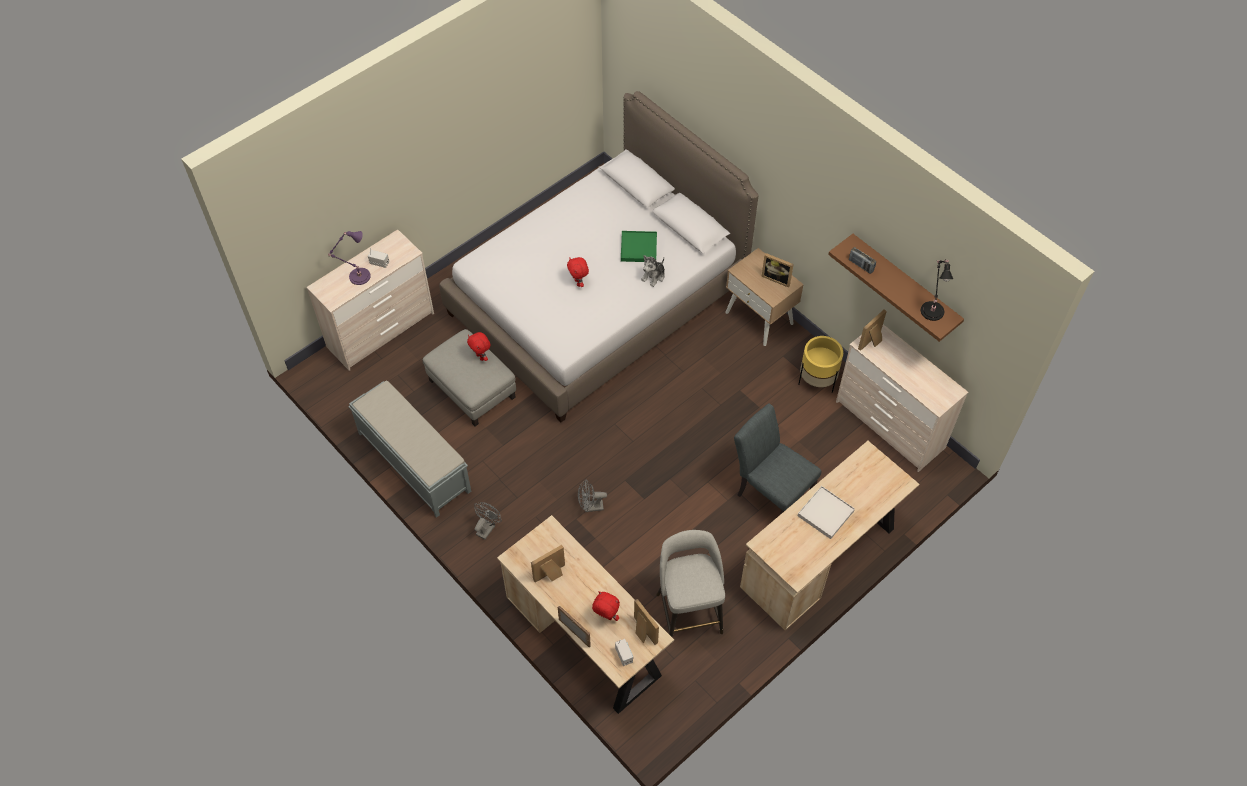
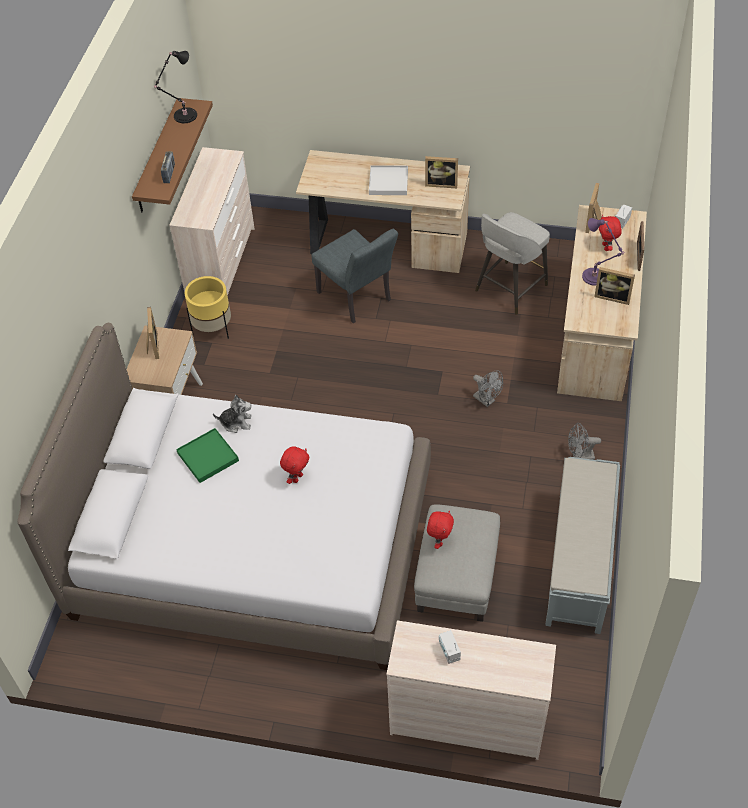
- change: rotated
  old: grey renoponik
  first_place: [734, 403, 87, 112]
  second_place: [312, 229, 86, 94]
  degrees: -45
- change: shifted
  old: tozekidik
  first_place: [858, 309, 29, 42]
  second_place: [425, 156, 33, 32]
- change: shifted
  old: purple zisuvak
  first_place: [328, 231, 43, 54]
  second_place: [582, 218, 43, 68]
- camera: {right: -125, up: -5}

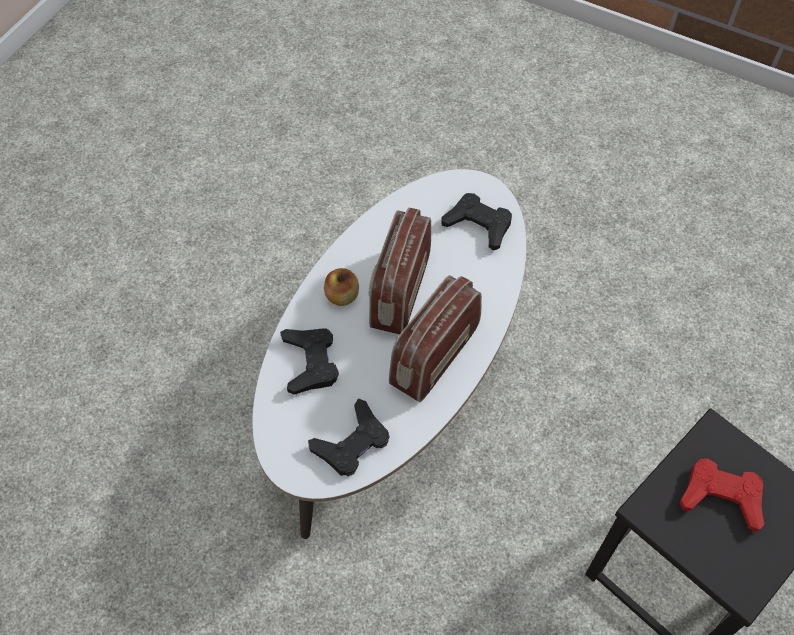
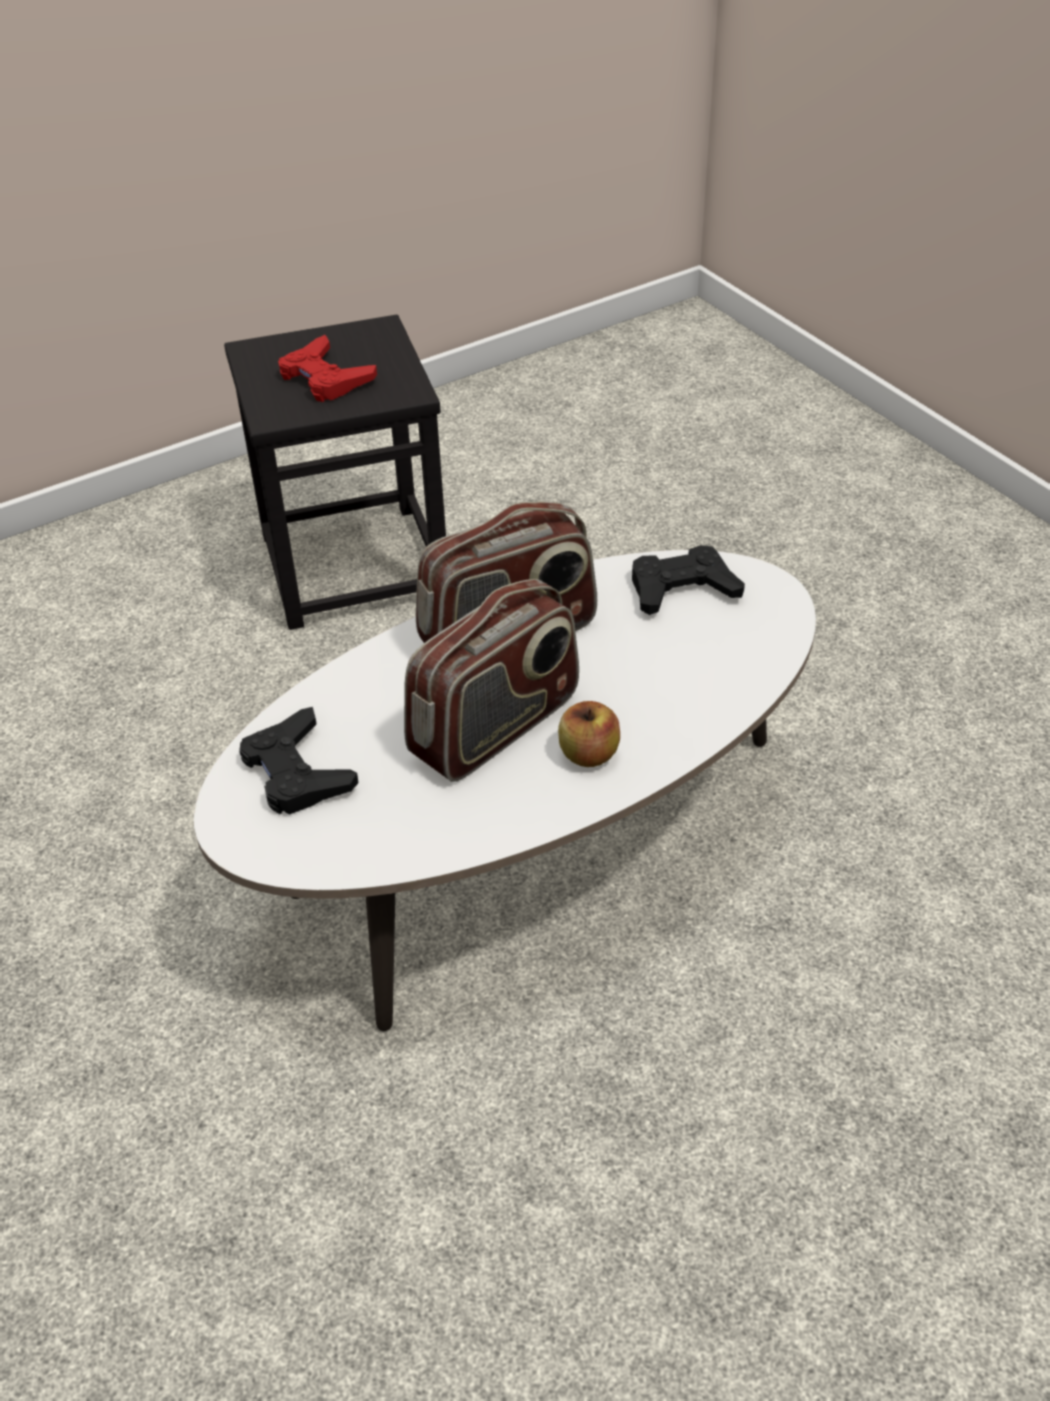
- change: gone
  old: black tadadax
  first_place: [280, 328, 59, 67]
- camera: {right: -150, up: -15}

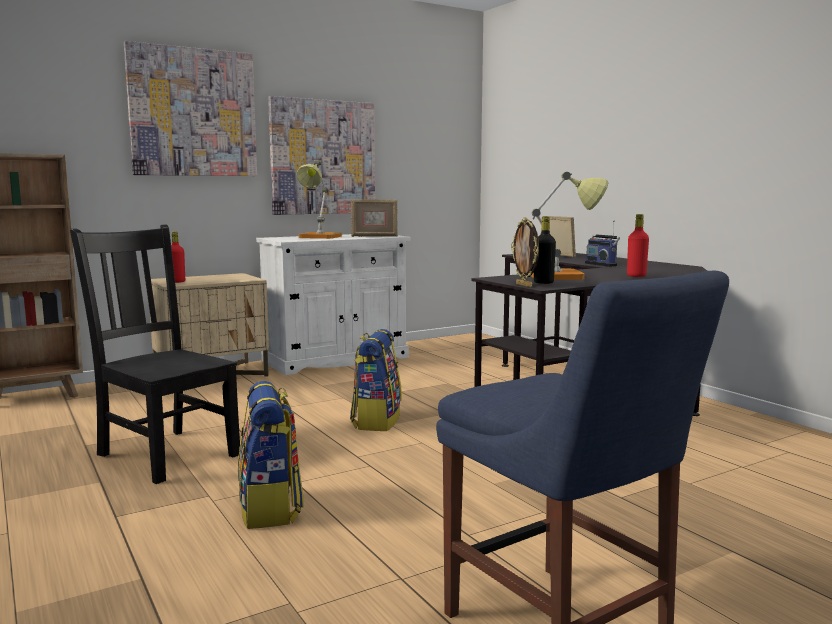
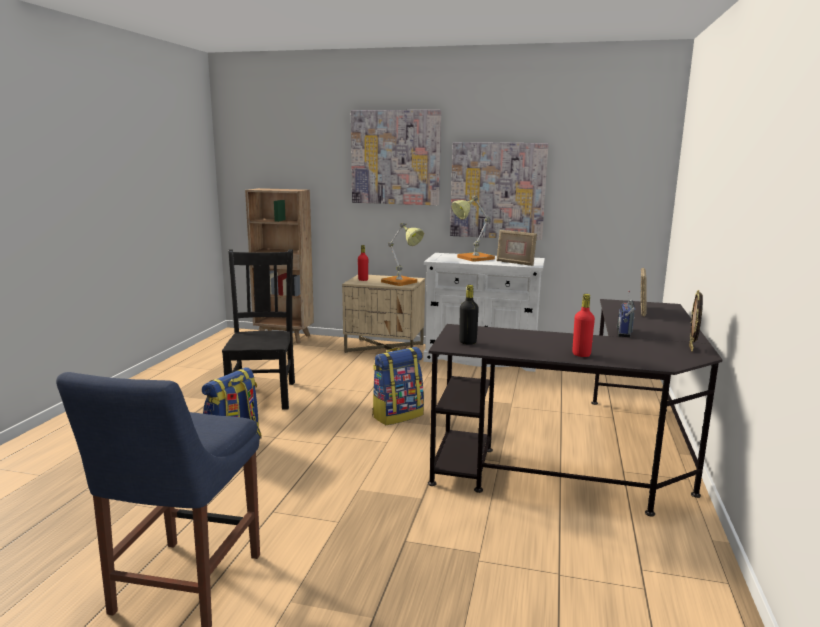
- change: shifted
  old: zisuvak
  first_place: [531, 172, 78, 108]
  second_place: [381, 223, 43, 63]
- change: shifted
  old: tozekidik
  first_place: [511, 217, 28, 70]
  second_place: [689, 290, 14, 62]
- camera: {right: 45, up: 5}

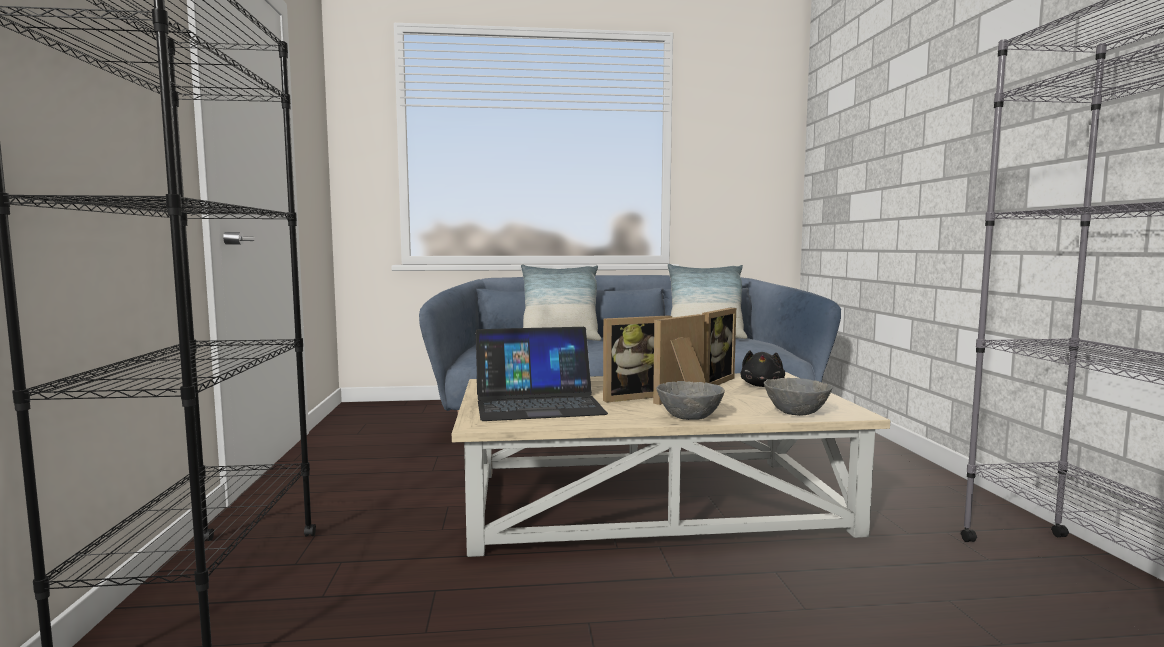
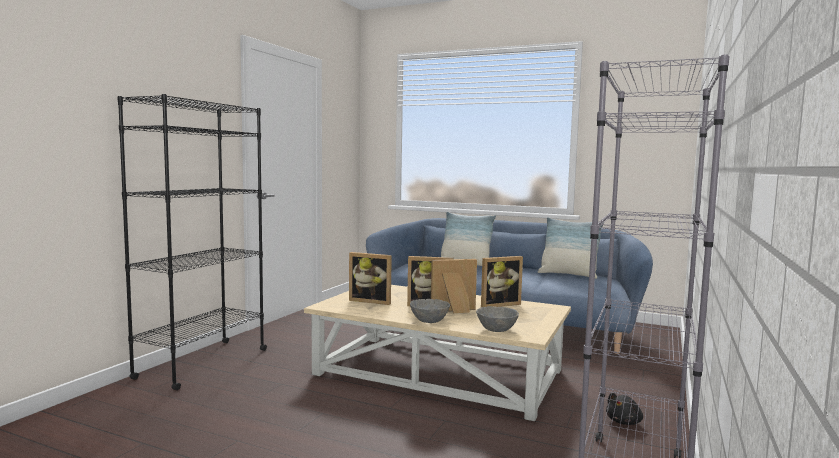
- change: swapped
  old: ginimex
  new: tozekidik
  first_place: [476, 327, 132, 94]
  second_place: [349, 252, 43, 53]
- change: shifted
  old: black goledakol
  first_place: [740, 350, 45, 37]
  second_place: [606, 393, 37, 32]
- camera: {right: 30, up: 0}

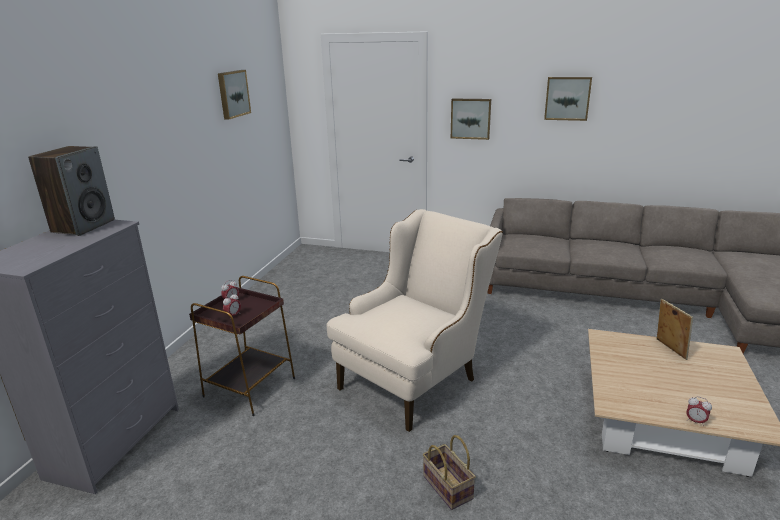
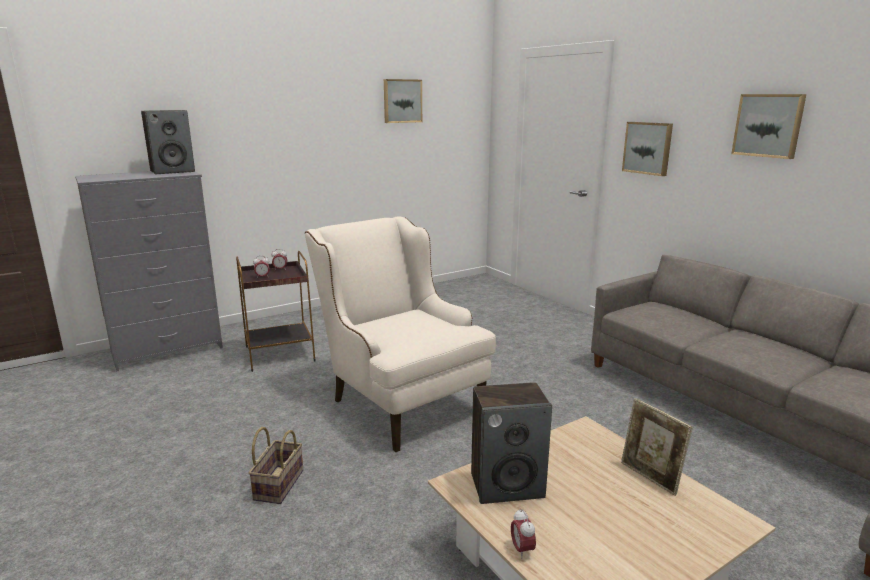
- change: rotated
  old: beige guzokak
  first_place: [327, 209, 176, 223]
  second_place: [305, 217, 191, 235]
  degrees: -120
- change: new
  new: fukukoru
  second_place: [471, 382, 81, 122]
- change: rotated
  old: tozekidik
  first_place: [657, 299, 36, 61]
  second_place: [621, 398, 72, 98]
  degrees: 120
- camera: {right: 40, up: -5}

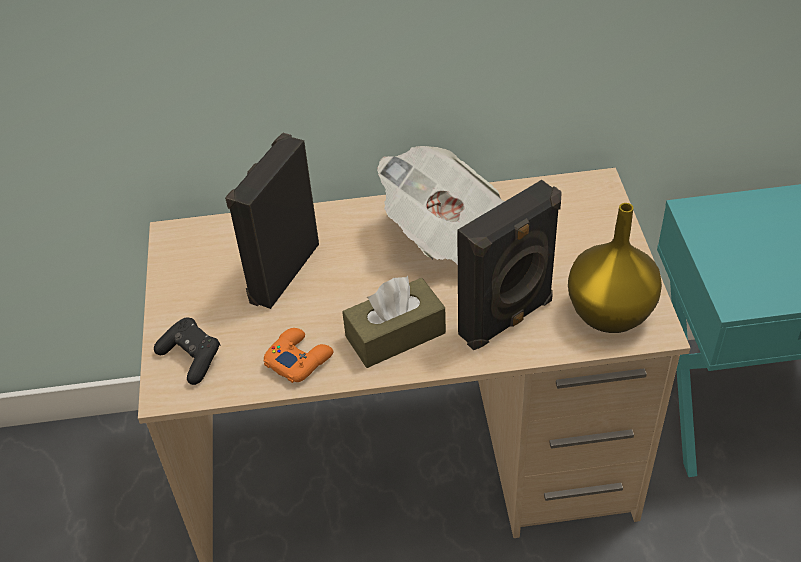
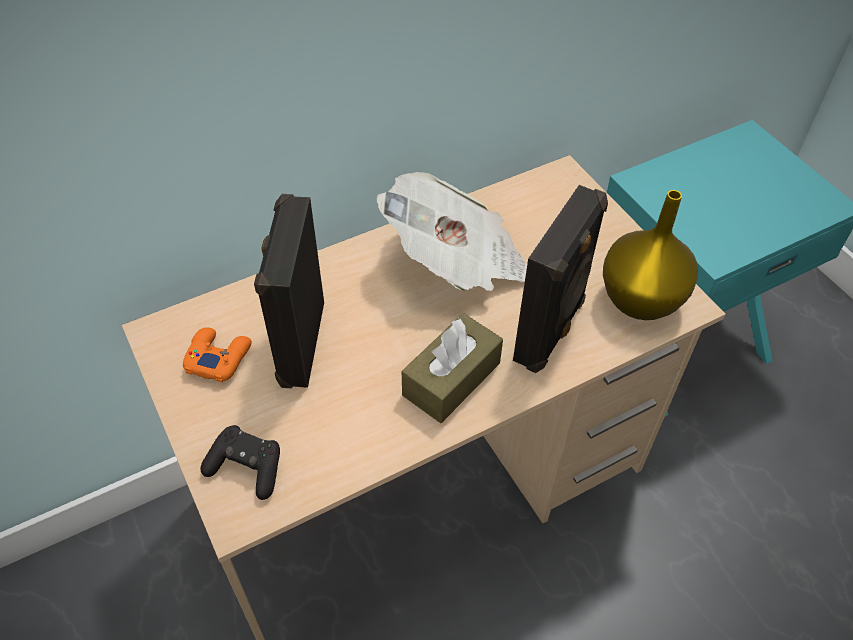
- change: shifted
  old: orange tadadax
  first_place: [264, 328, 70, 55]
  second_place: [183, 328, 69, 54]
- camera: {right: -25, up: 5}

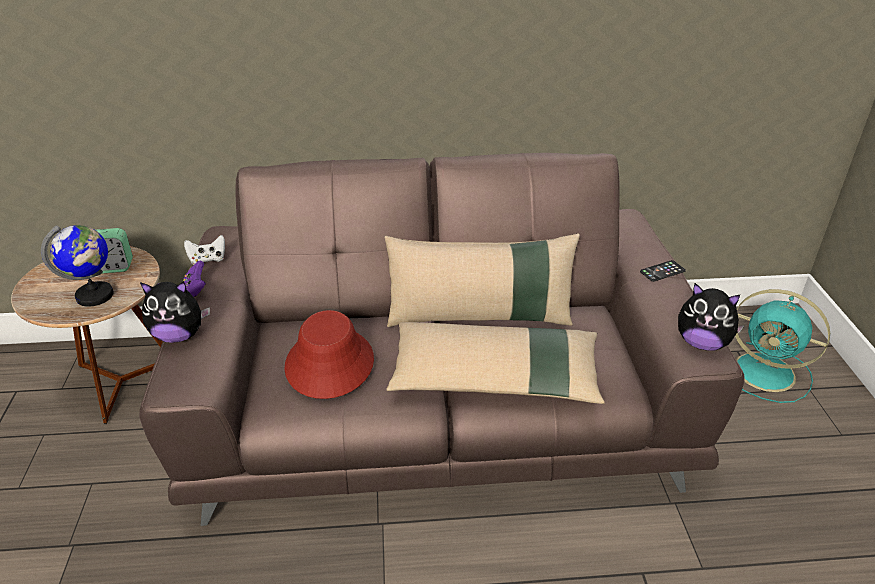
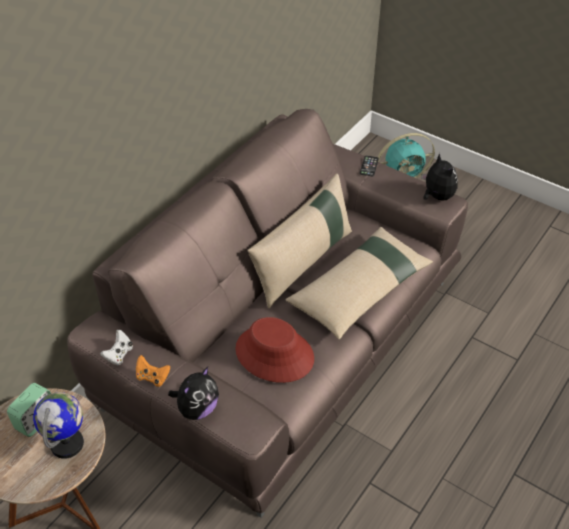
- change: repainted
  old: purple tadadax
  new: orange tadadax
  first_place: [183, 260, 23, 37]
  second_place: [136, 355, 35, 32]
- change: rotated
  old: goledakol
  first_place: [678, 283, 66, 68]
  second_place: [421, 153, 37, 48]
  degrees: -90
- camera: {right: -50, up: 10}

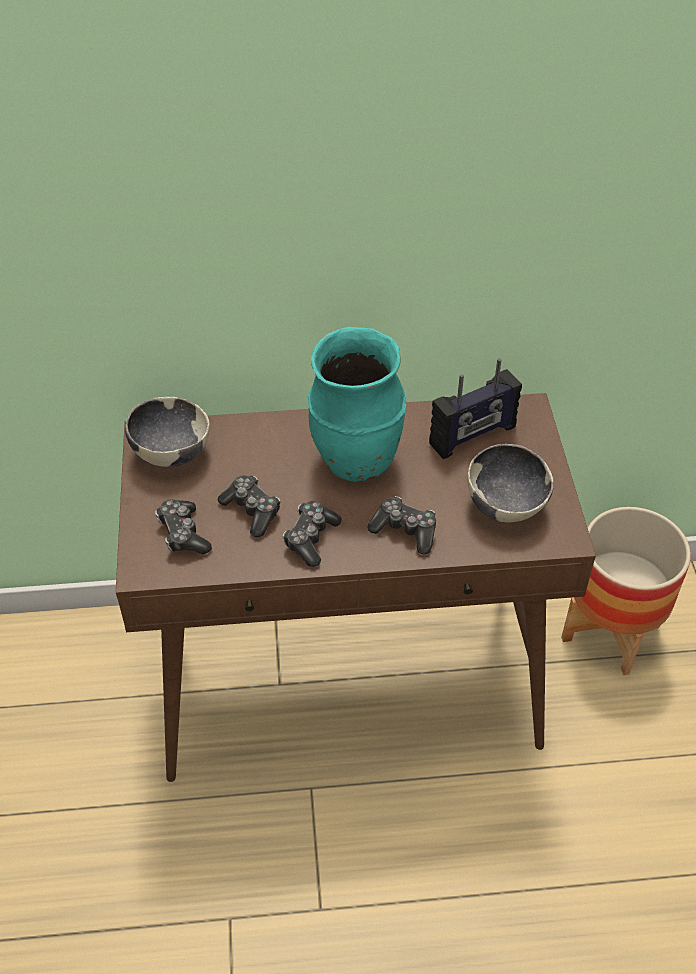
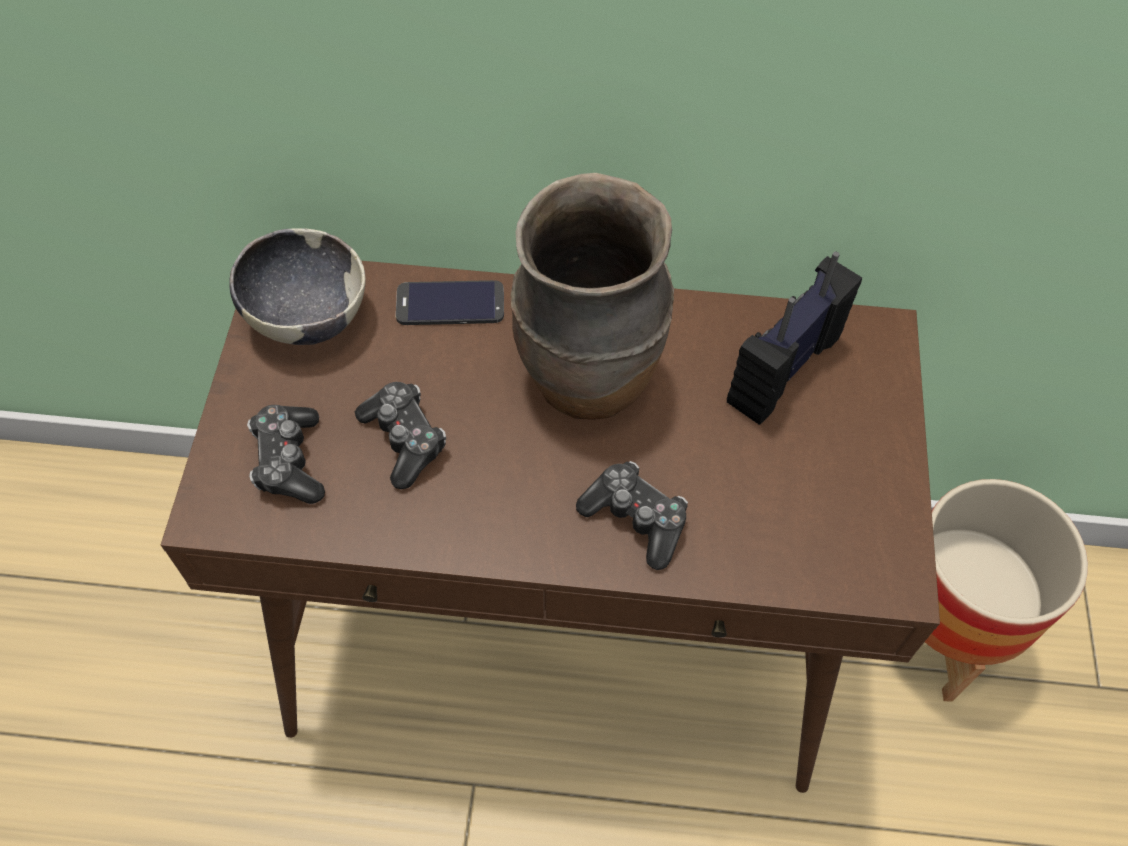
- change: new
  new: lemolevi
  second_place: [396, 280, 108, 45]
- change: repainted
  old: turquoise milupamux
  new: brown milupamux
  first_place: [308, 327, 98, 155]
  second_place: [510, 173, 164, 247]
- change: rotated
  old: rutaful
  first_place: [429, 358, 93, 101]
  second_place: [727, 251, 135, 174]
  degrees: 150
- change: gone
  old: tadadax
  first_place: [283, 501, 59, 66]
- change: gone
  old: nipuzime
  first_place: [467, 444, 87, 78]
- camera: {right: 10, up: 10}

